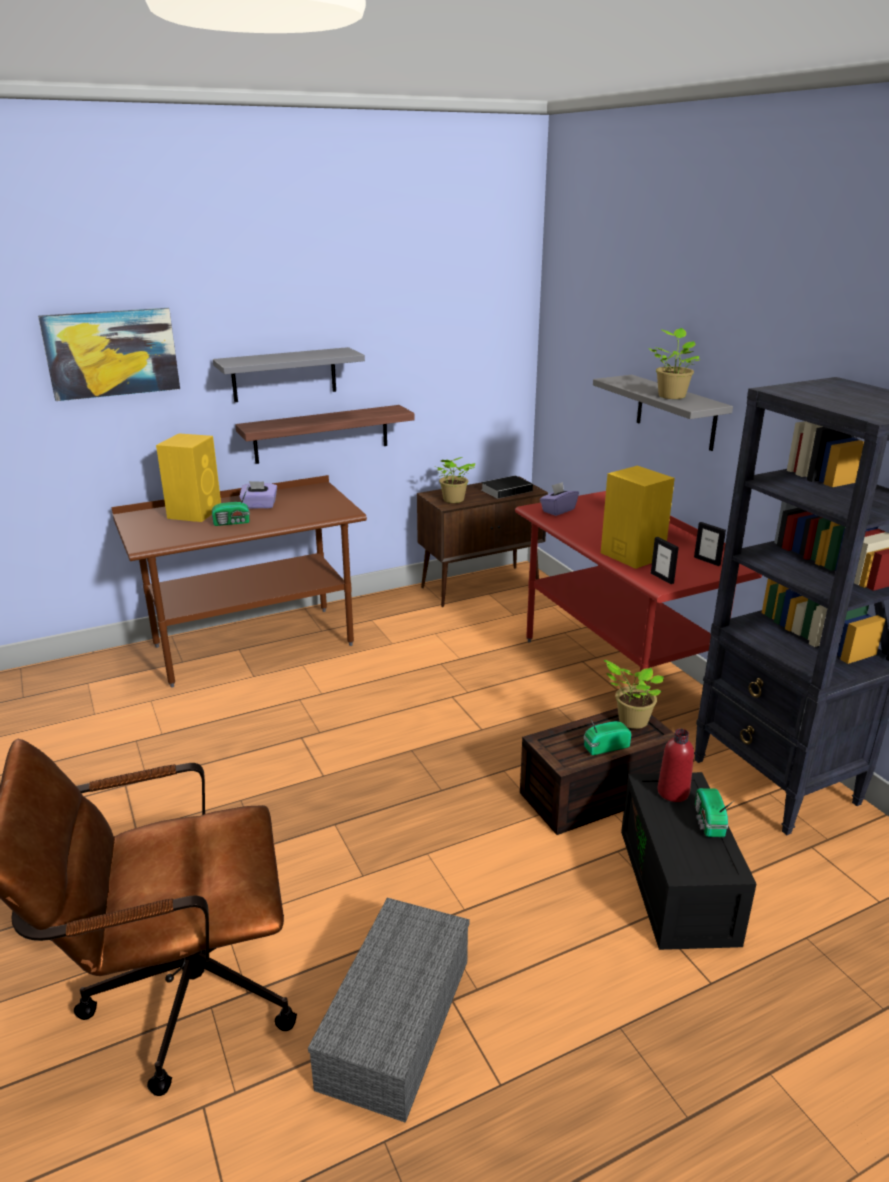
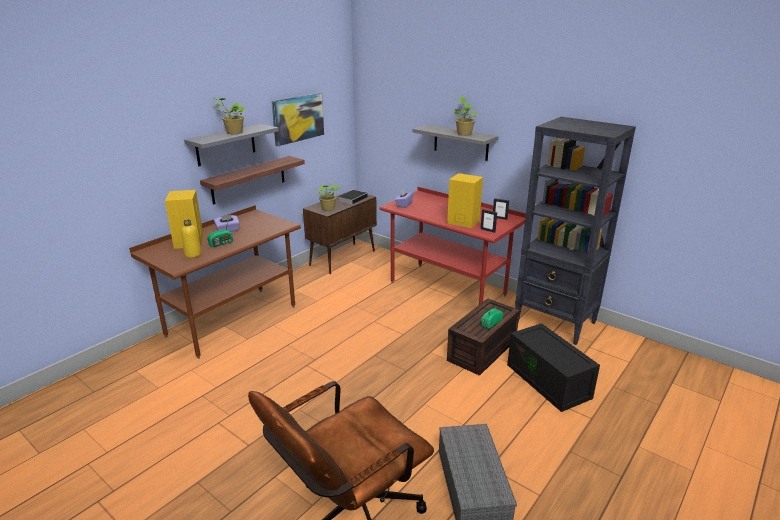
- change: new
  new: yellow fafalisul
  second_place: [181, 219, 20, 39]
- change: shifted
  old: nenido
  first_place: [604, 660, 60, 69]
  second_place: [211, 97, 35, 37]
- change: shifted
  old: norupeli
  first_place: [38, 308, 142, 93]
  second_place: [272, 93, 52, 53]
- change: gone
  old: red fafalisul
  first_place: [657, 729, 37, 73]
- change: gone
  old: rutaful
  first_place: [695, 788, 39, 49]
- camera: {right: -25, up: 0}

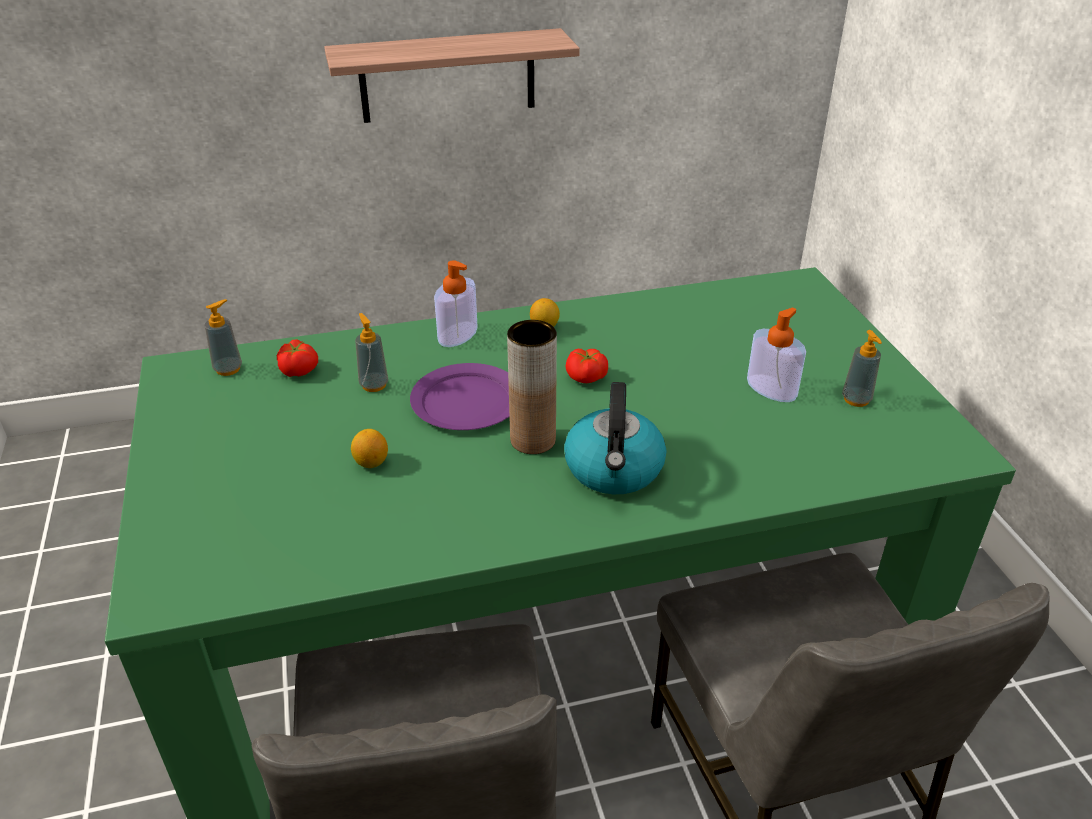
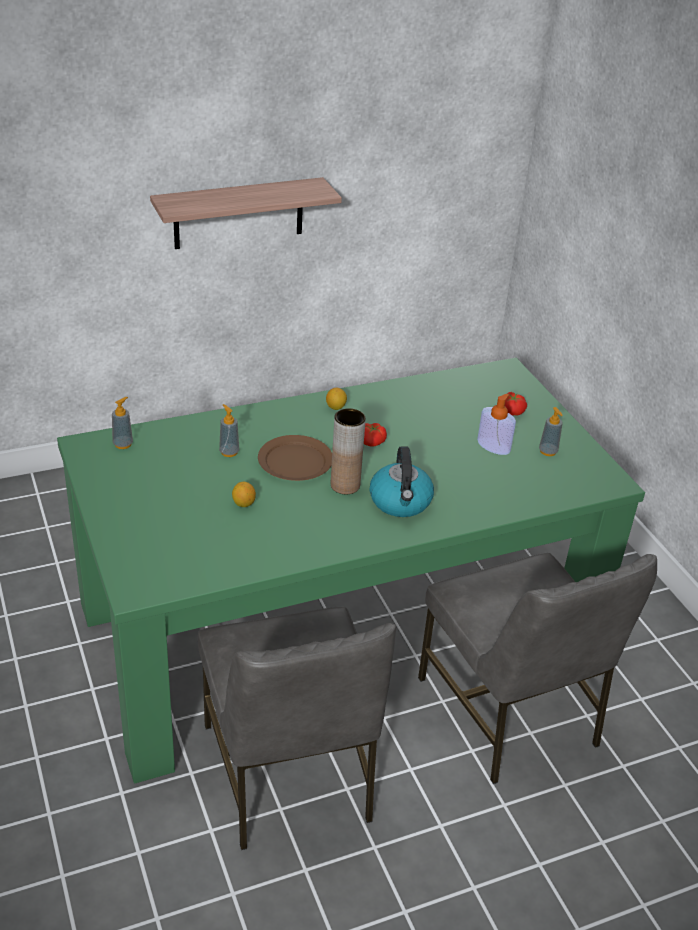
- change: repainted
  old: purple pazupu
  new: brown pazupu
  first_place: [410, 363, 99, 67]
  second_place: [258, 435, 74, 46]
- change: shifted
  old: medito
  first_place: [277, 339, 41, 38]
  second_place: [505, 392, 22, 24]
- change: gone
  old: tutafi
  first_place: [434, 260, 44, 87]
- camera: {right: -10, up: 0}

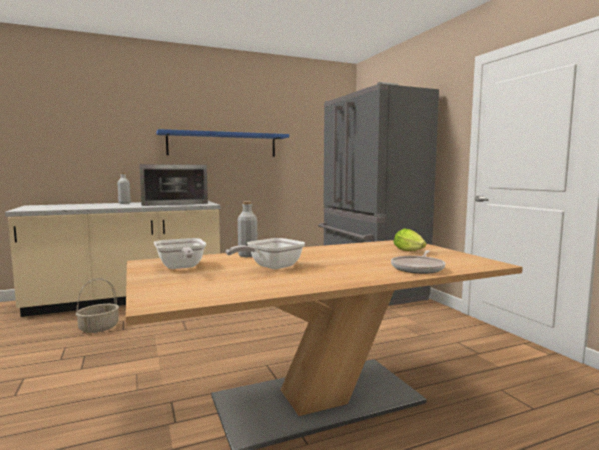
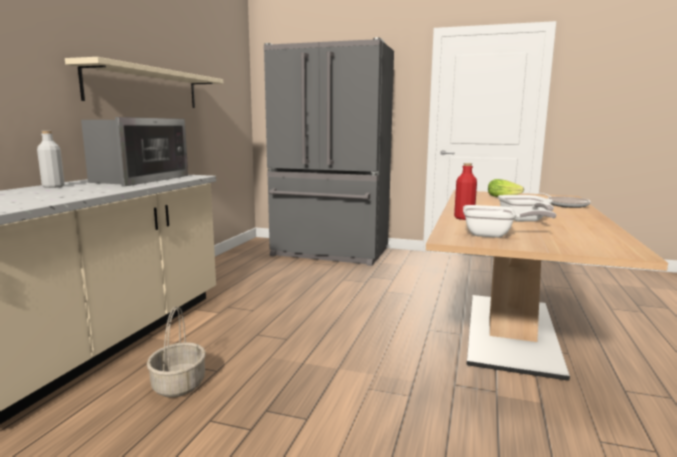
- change: repainted
  old: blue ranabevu
  new: beige ranabevu
  first_place: [156, 129, 133, 28]
  second_place: [65, 57, 158, 51]
- change: repainted
  old: grey fafalisul
  new: red fafalisul
  first_place: [238, 201, 20, 56]
  second_place: [454, 163, 23, 57]
- camera: {right: -50, up: 5}

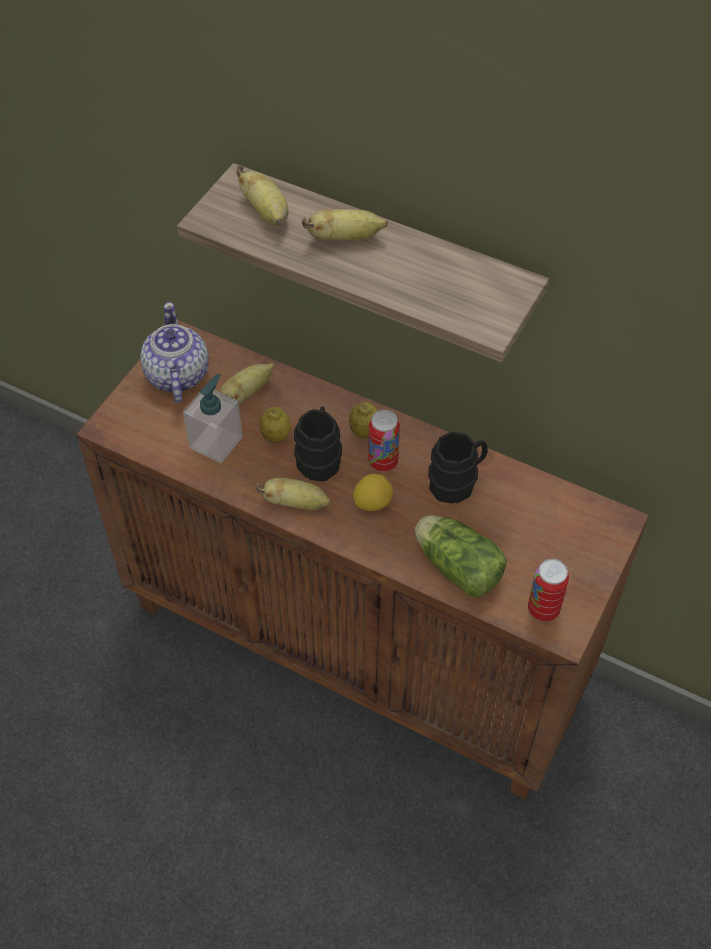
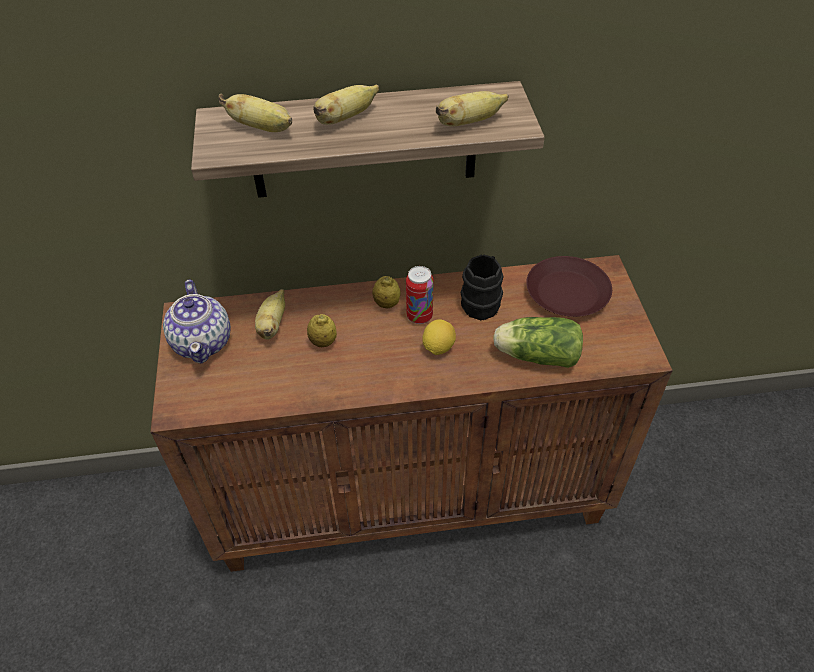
- change: rotated
  old: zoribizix
  first_place: [140, 302, 69, 101]
  second_place: [163, 280, 68, 83]
  degrees: -150
- change: shifted
  old: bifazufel
  first_place: [256, 478, 75, 32]
  second_place: [436, 91, 73, 35]
- change: new
  new: brown pazupu
  second_place: [526, 256, 86, 61]
- change: gone
  old: tutafi
  first_place: [183, 373, 60, 90]
- change: gone
  old: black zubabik
  first_place: [294, 406, 48, 76]
- change: gone
  old: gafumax
  first_place: [528, 559, 41, 63]
- camera: {right: -35, up: -5}

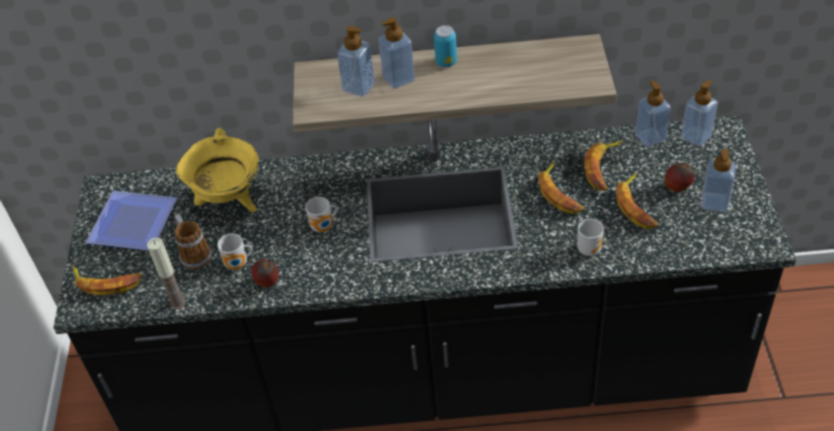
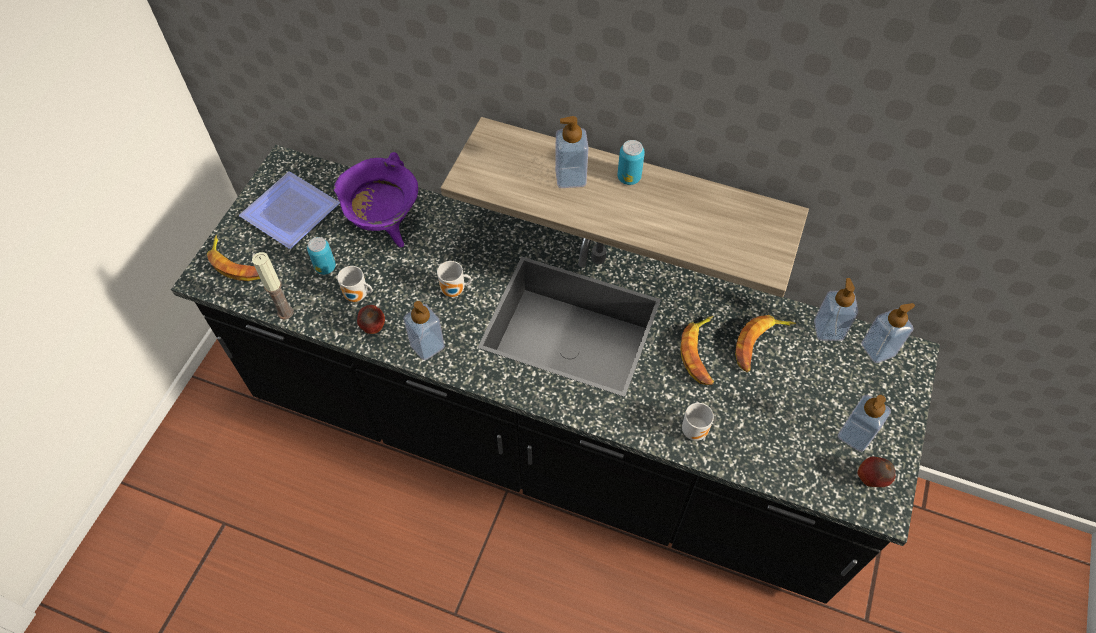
- change: swapped
  old: zubabik
  new: gafumax
  first_place: [174, 214, 38, 56]
  second_place: [307, 237, 29, 38]
- change: repainted
  old: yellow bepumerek
  new: purple bepumerek
  first_place: [176, 128, 82, 85]
  second_place: [334, 152, 84, 95]
- change: shifted
  old: tutafi
  first_place: [337, 26, 38, 71]
  second_place: [403, 301, 42, 59]
- change: shifted
  old: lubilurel
  first_place: [665, 163, 30, 29]
  second_place: [858, 457, 37, 30]
- change: gone
  old: bifazufel
  first_place: [616, 173, 42, 56]
- camera: {right: 20, up: 10}

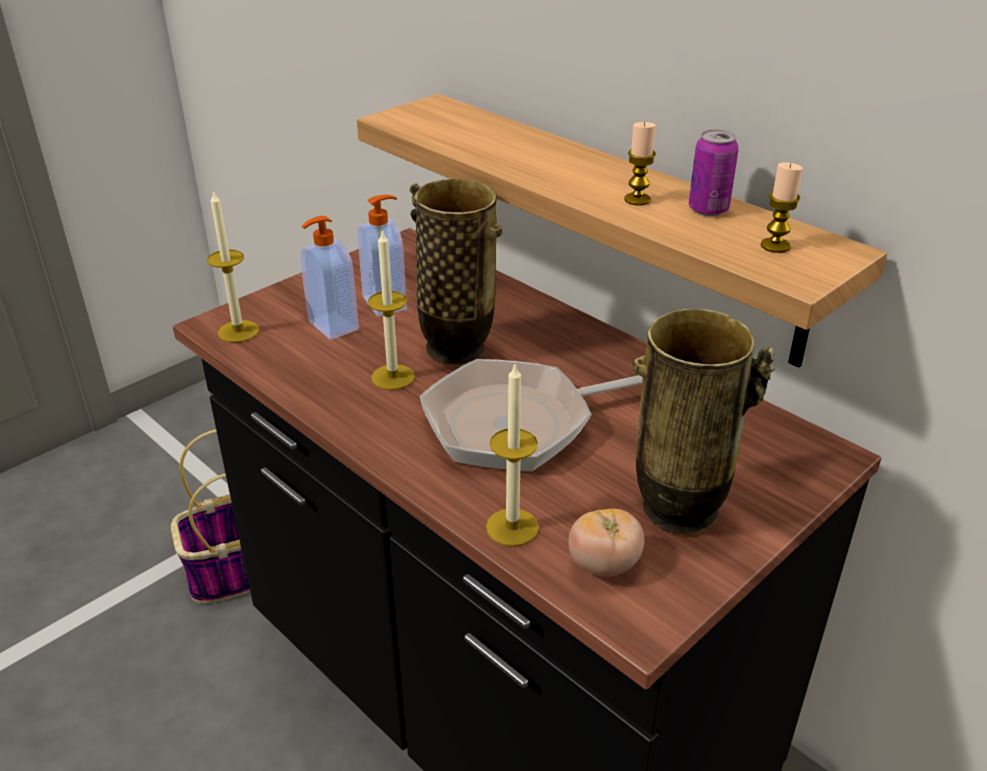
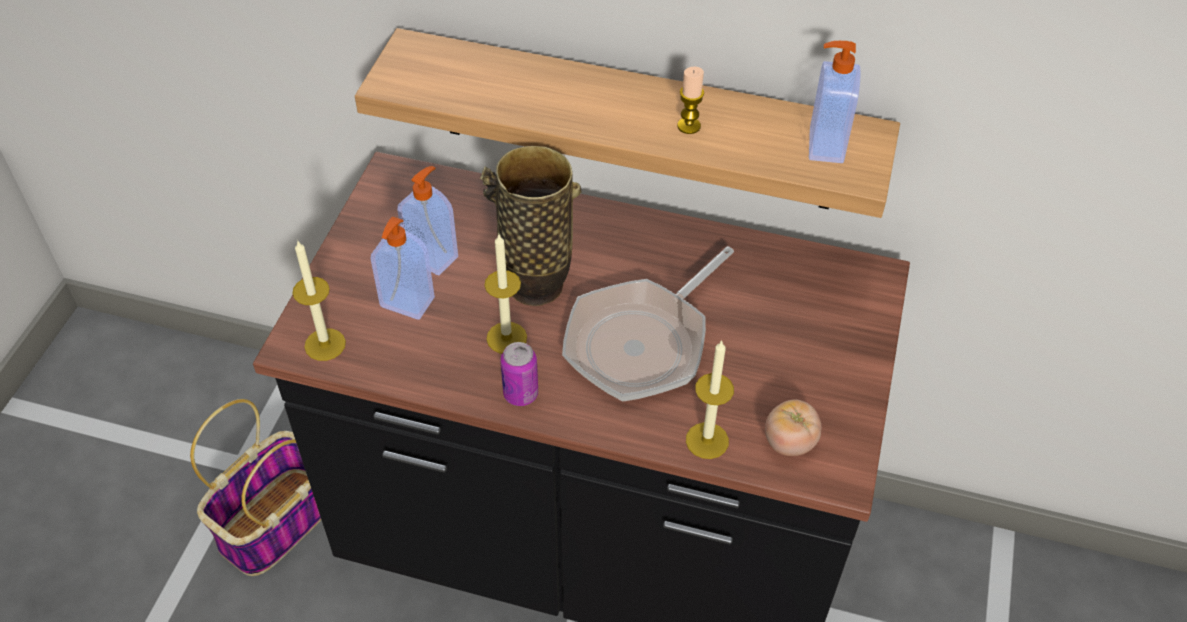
- change: shifted
  old: gafumax
  first_place: [689, 130, 50, 86]
  second_place: [500, 342, 38, 64]
- change: swapped
  old: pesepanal
  new: tutafi
  first_place: [761, 162, 42, 91]
  second_place: [809, 41, 52, 122]
- change: gone
  old: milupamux
  first_place: [632, 309, 143, 225]
- camera: {right: -30, up: 15}

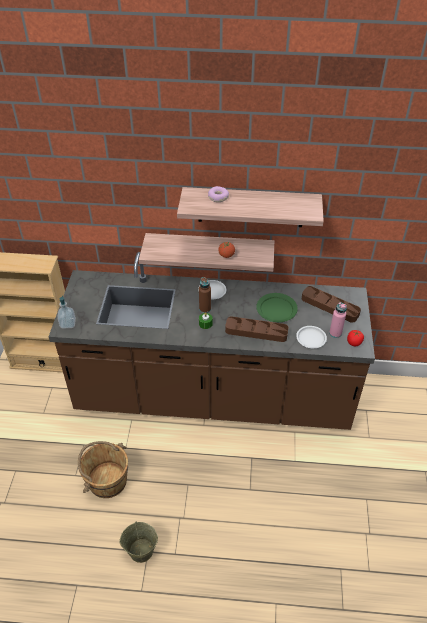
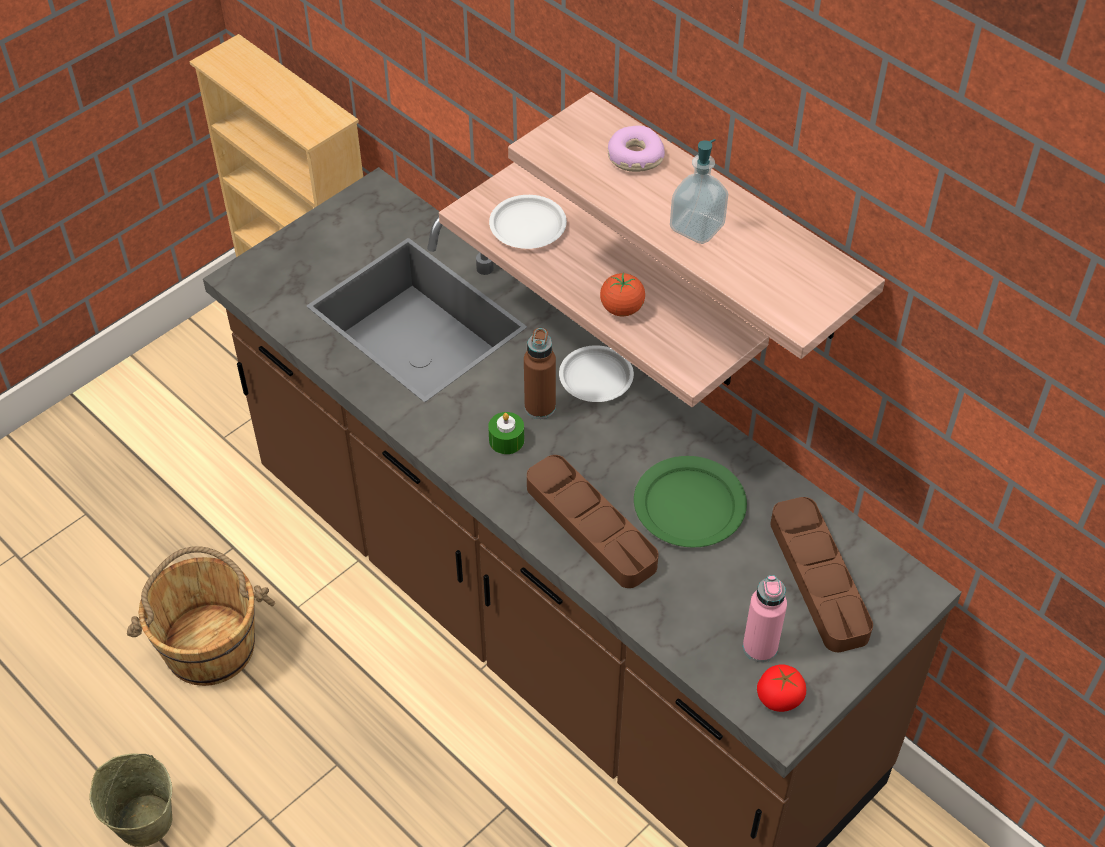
- change: shifted
  old: white pazupu
  first_place: [296, 326, 31, 22]
  second_place: [489, 195, 78, 54]
- change: shifted
  old: tutafi
  first_place: [57, 296, 19, 33]
  second_place: [670, 139, 58, 105]
- camera: {right: 40, up: 5}

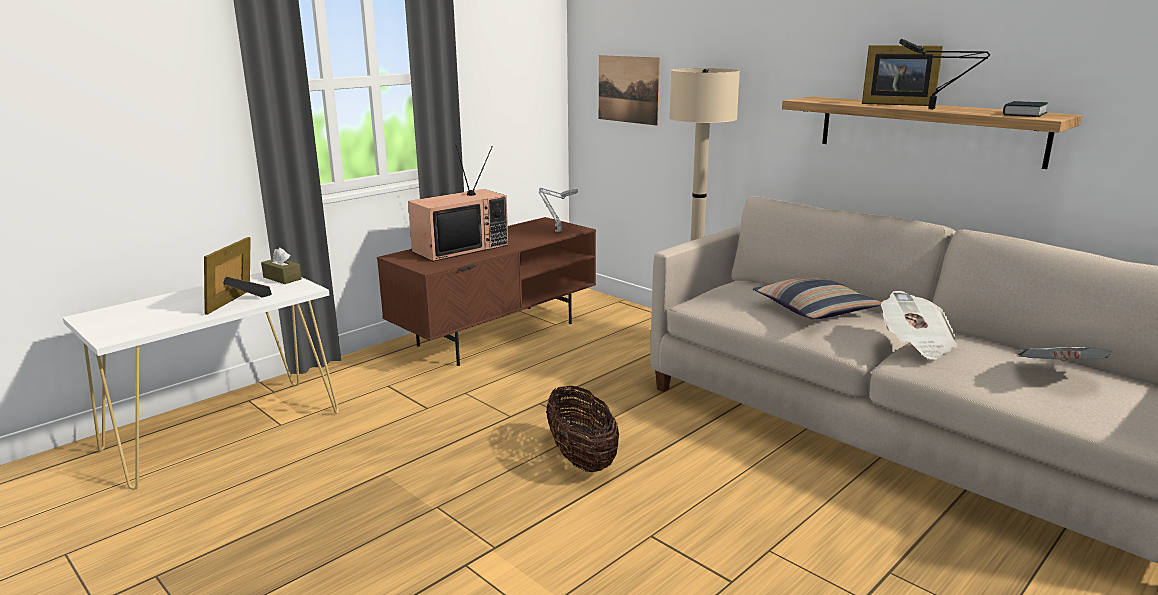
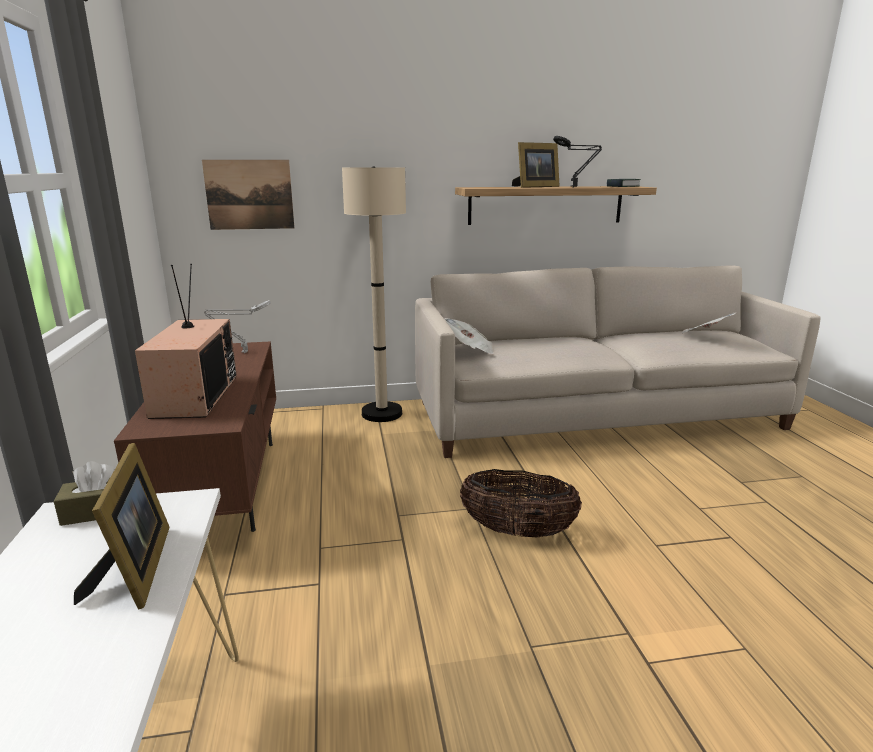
- change: rotated
  old: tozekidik
  first_place: [204, 237, 68, 78]
  second_place: [74, 443, 96, 167]
  degrees: -150
- change: shifted
  old: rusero
  first_place: [881, 291, 78, 69]
  second_place: [445, 318, 49, 36]
- change: gone
  old: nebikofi
  first_place: [753, 277, 129, 42]
- camera: {right: -55, up: 0}

